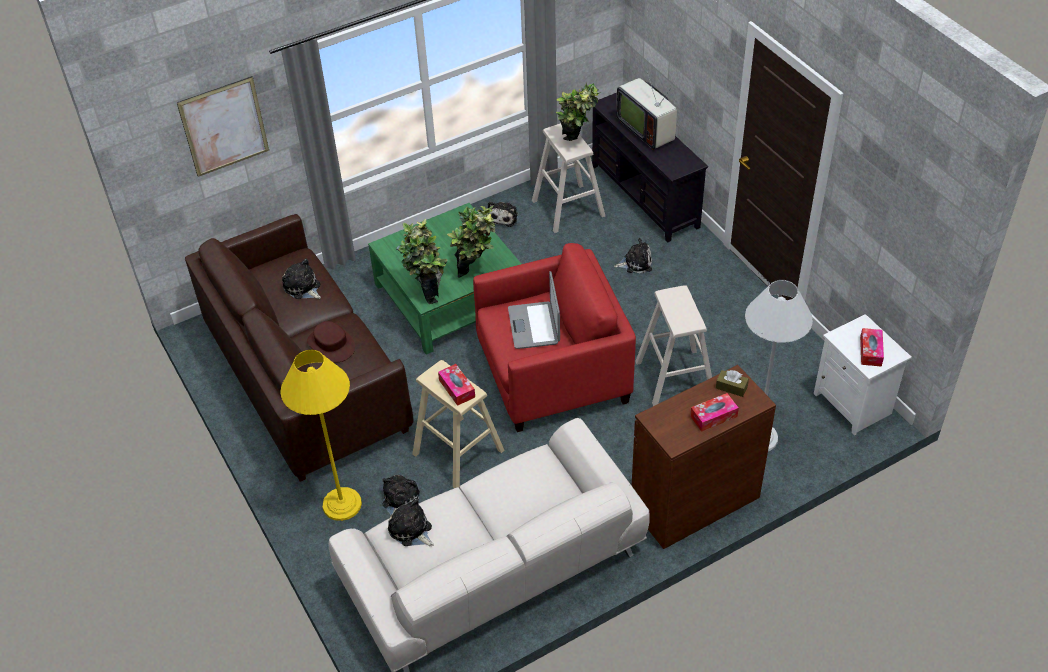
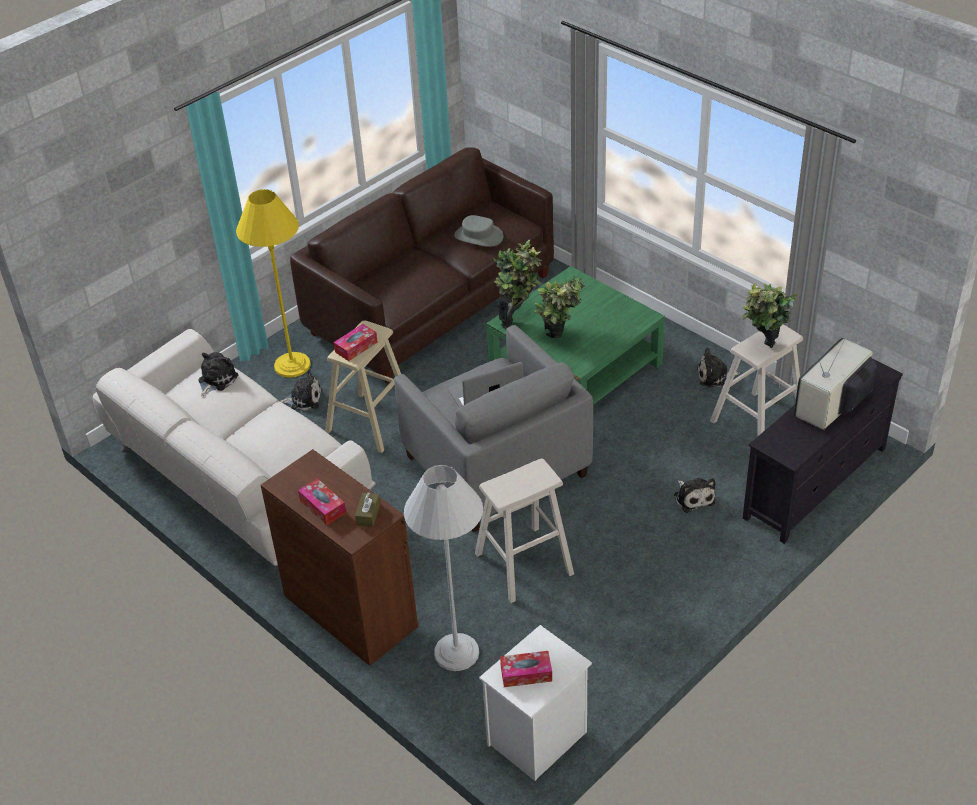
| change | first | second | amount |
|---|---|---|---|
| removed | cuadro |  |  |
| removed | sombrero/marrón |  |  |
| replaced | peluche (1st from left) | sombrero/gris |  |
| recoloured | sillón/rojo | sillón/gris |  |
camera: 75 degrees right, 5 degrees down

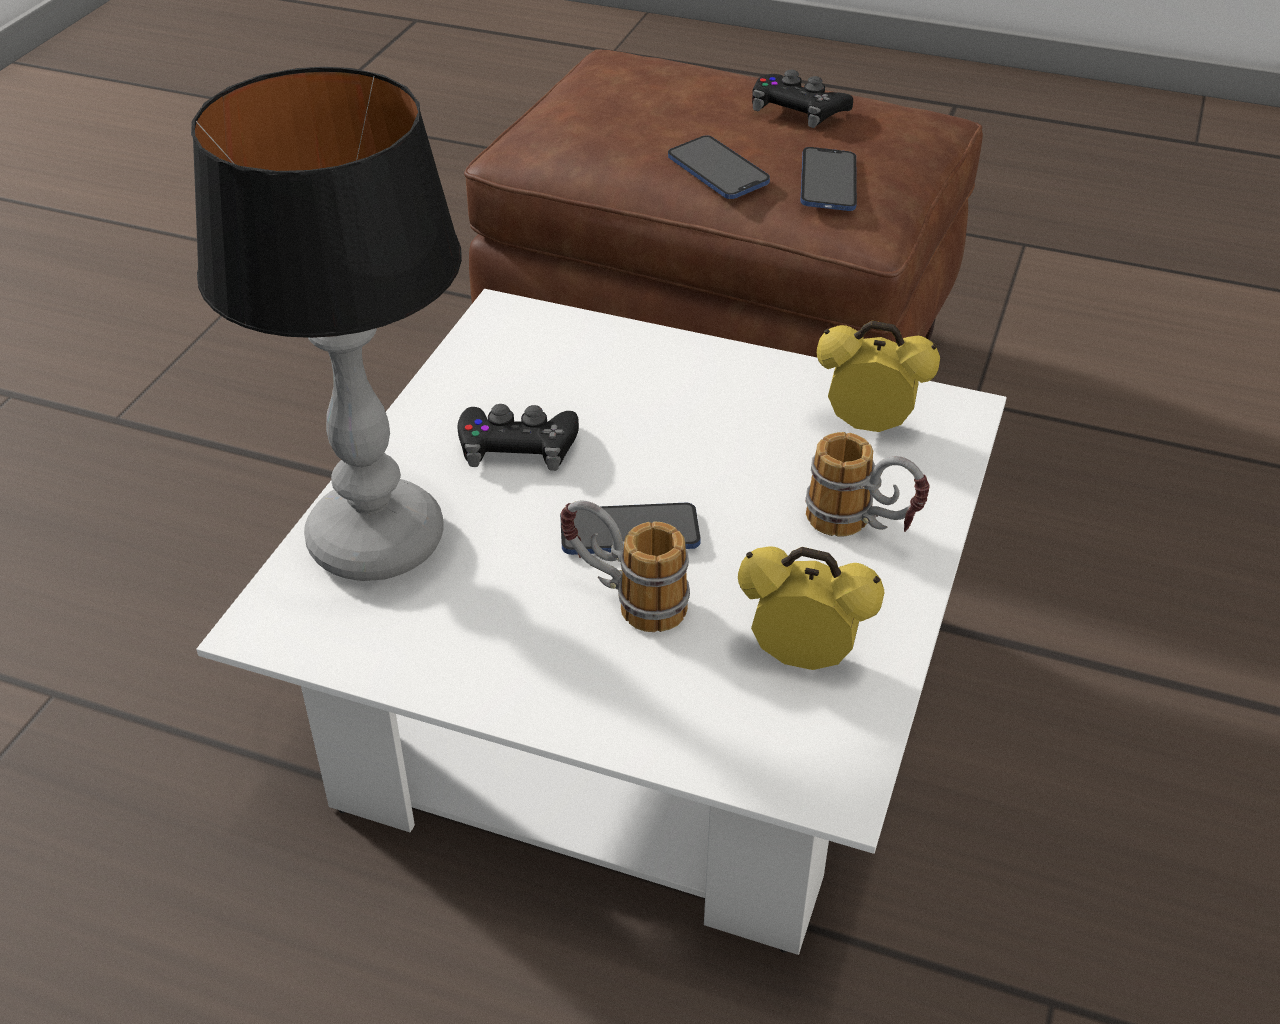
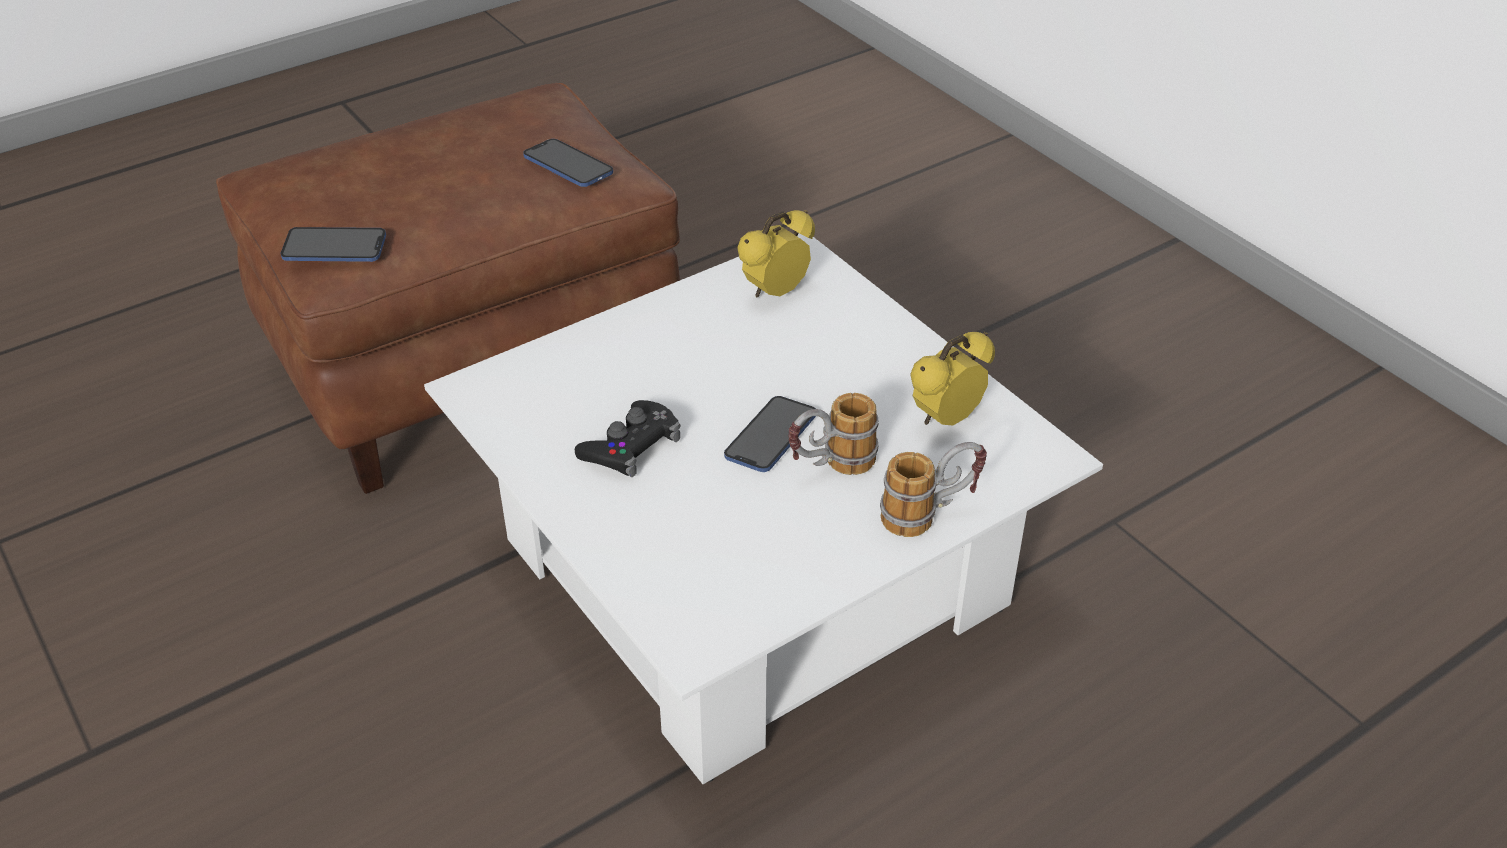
| change | first | second | amount |
|---|---|---|---|
| removed | lámpara de mesa |  |  |
| removed | mando de consola/negro (2nd from left) |  |  |
| moved | móvil (2nd from left in the first image) | móvil (1st from left) |  |
| moved | taza grande (2nd from left) |  |  |
camera: 55 degrees left, 0 degrees up

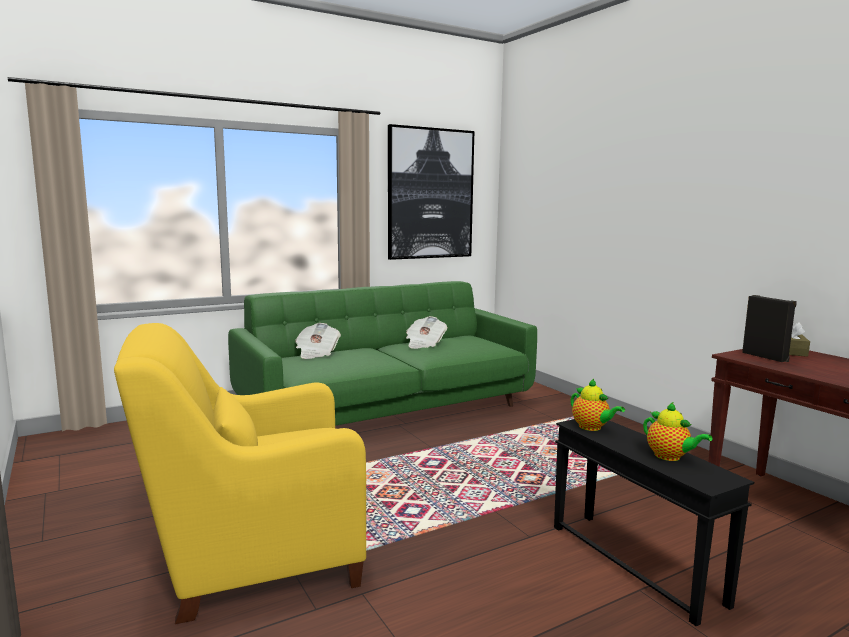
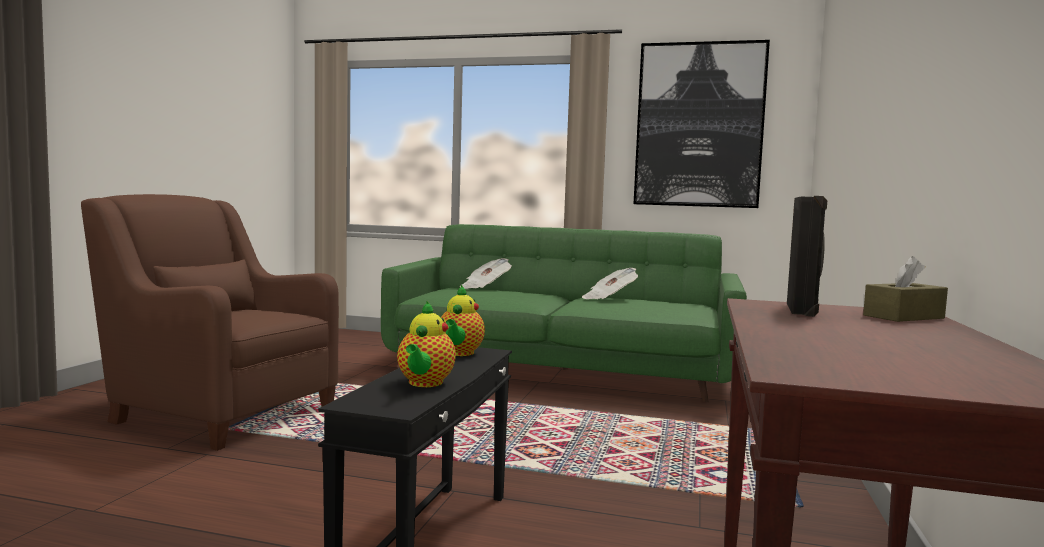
| change | first | second | amount |
|---|---|---|---|
| recoloured | sillón/amarillo | sillón/marrón |  |
camera: 45 degrees right, 5 degrees down

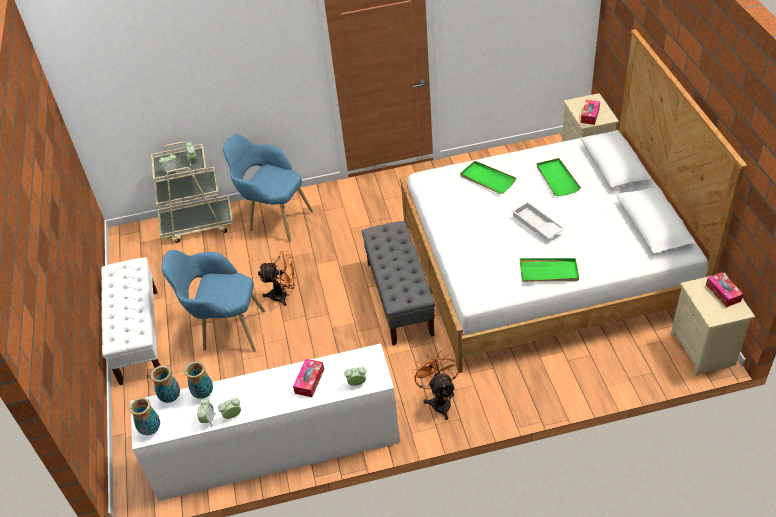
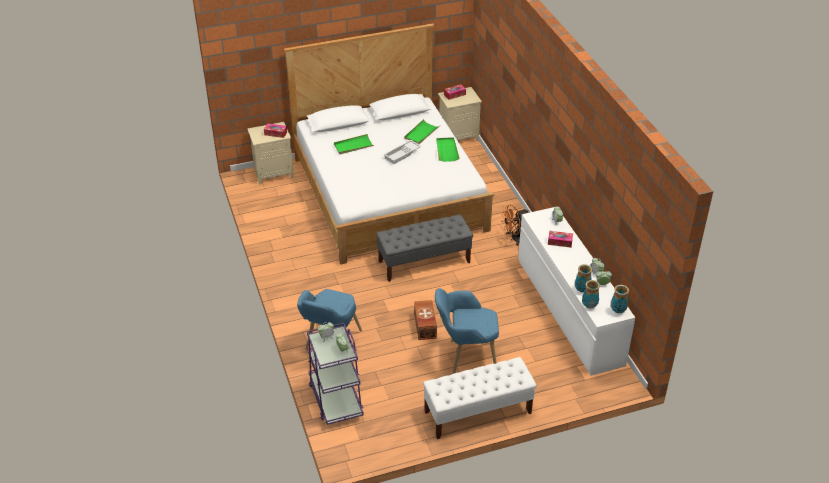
| change | first | second | amount |
|---|---|---|---|
| moved | bandeja/verde (1st from left in the first image) | bandeja/verde (2nd from left) |  |
| replaced | ventilador/naranja (1st from left) | caja de almacenaje/marrón |  |
| recoloured | carrito/beis | carrito/morado |  |
| turned | sillón/azul (1st from left in the first image) | sillón/azul (2nd from left) | 90 degrees clockwise |
camera: 100 degrees left, 5 degrees down

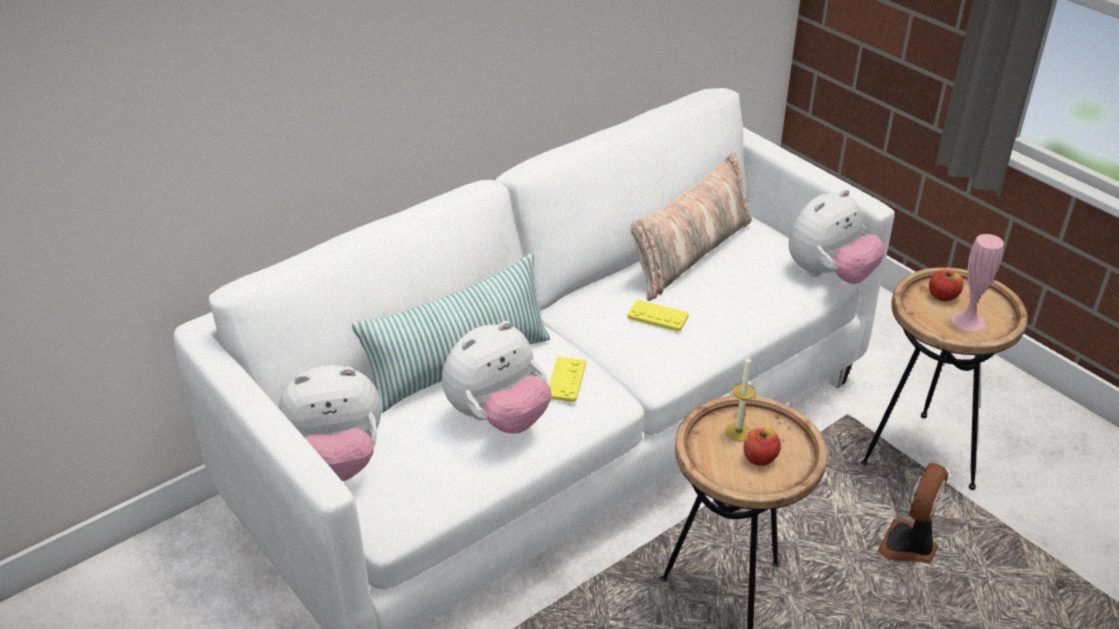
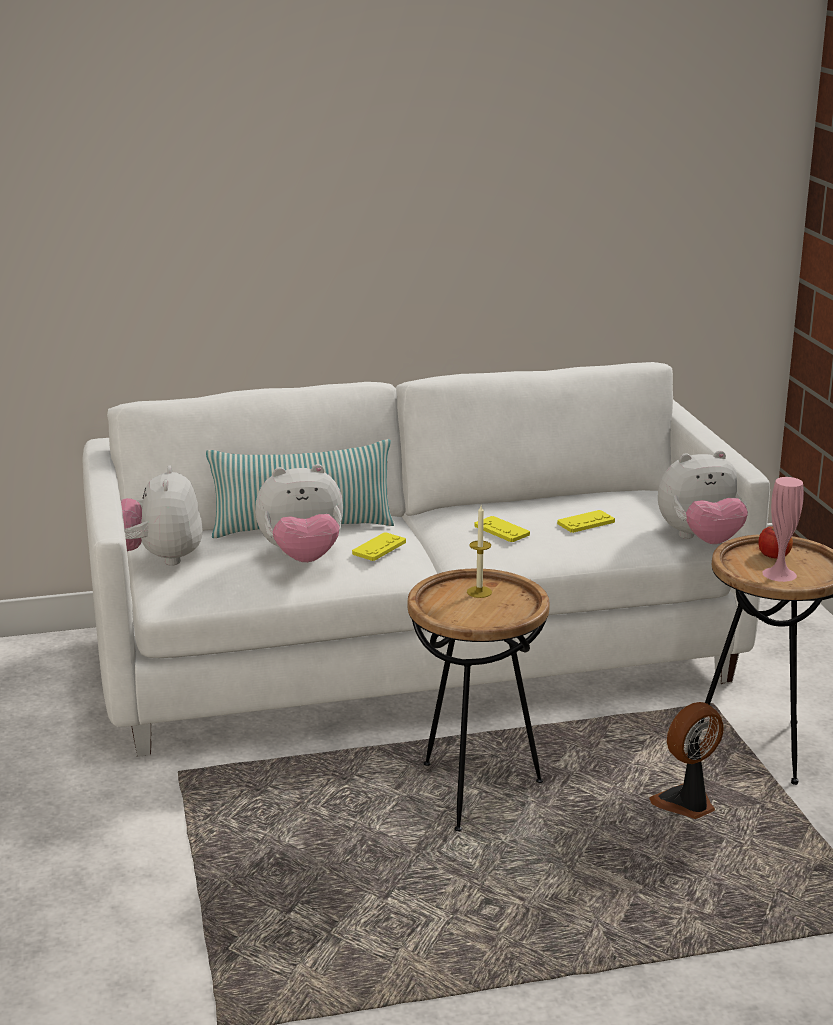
| change | first | second | amount |
|---|---|---|---|
| removed | cojín (2nd from left) |  |  |
| removed | manzana (1st from left) |  |  |
| added |  | mando de consola/amarillo (3rd from left) |  |
| turned | peluche (1st from left) |  | 75 degrees clockwise |
camera: 25 degrees right, 15 degrees down

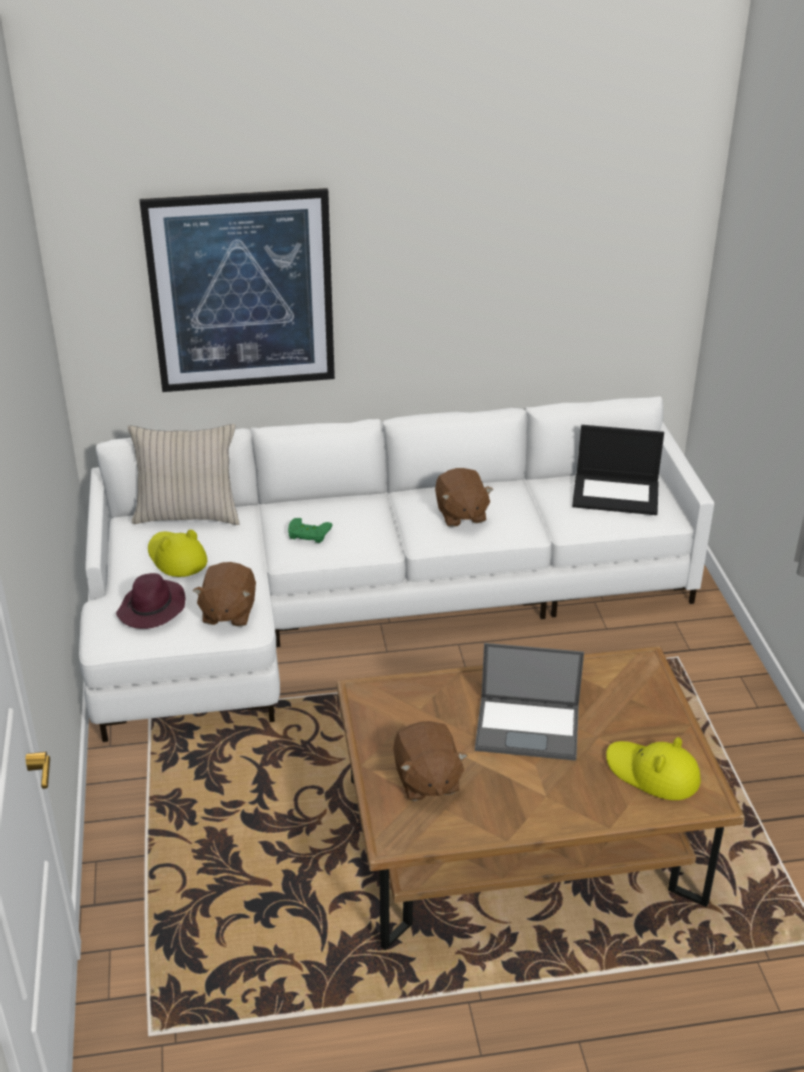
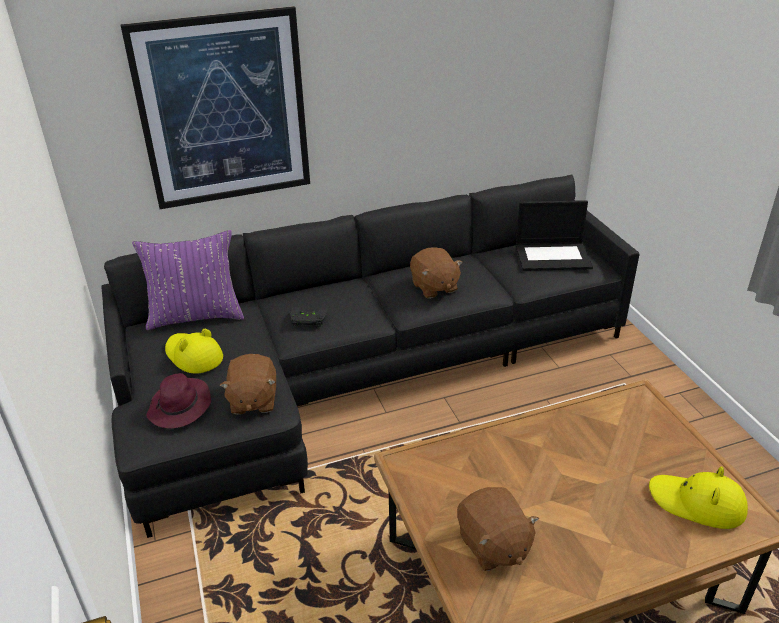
| change | first | second | amount |
|---|---|---|---|
| removed | portátil (1st from left) |  |  |
| recoloured | sofá/blanco | sofá/negro |  |
| recoloured | cojín/beis | cojín/morado |  |
| recoloured | mando de consola/verde | mando de consola/negro |  |
camera: 10 degrees left, 0 degrees up

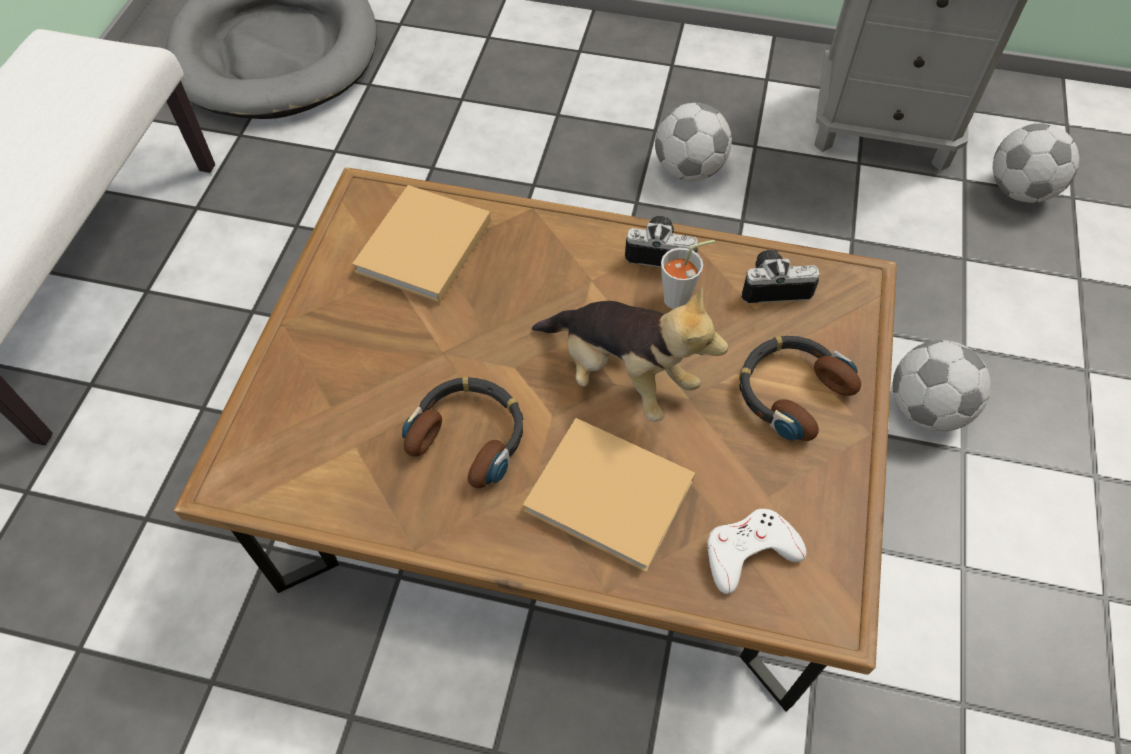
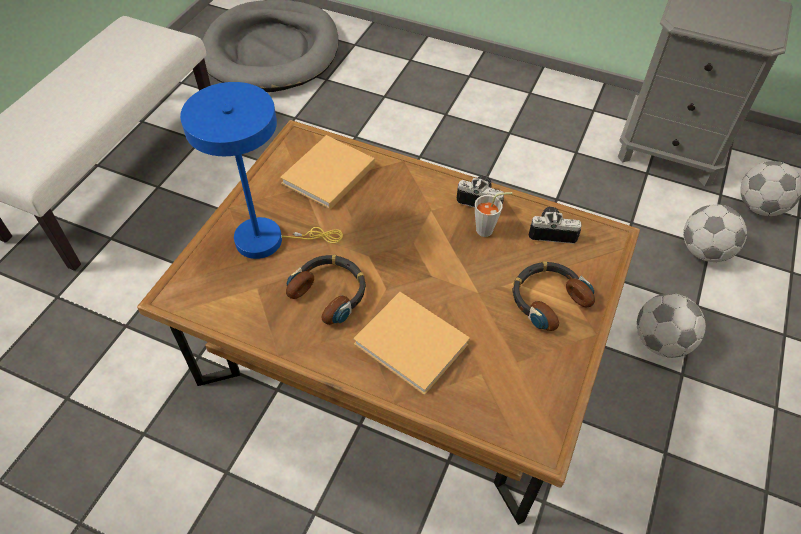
| change | first | second | amount |
|---|---|---|---|
| removed | peluche |  |  |
| removed | mando de consola/blanco |  |  |
| added |  | lámpara de mesa/azul |  |
| moved | balón de fútbol (1st from left in the first image) | balón de fútbol (2nd from left) |  |
camera: 10 degrees right, 5 degrees down

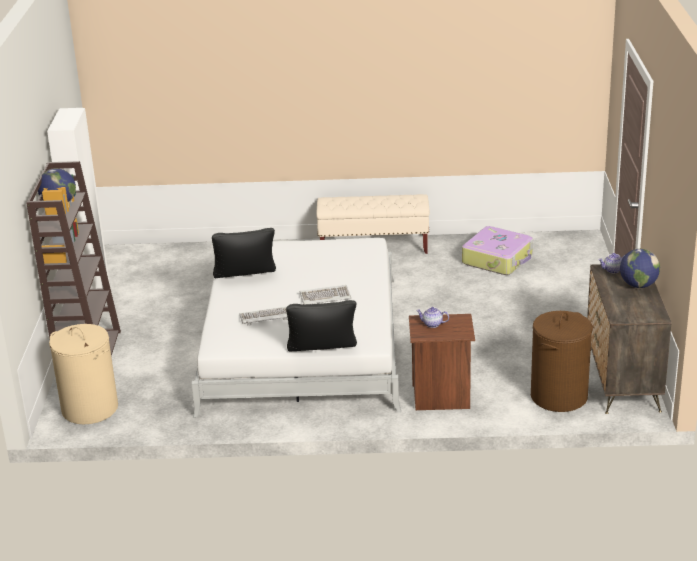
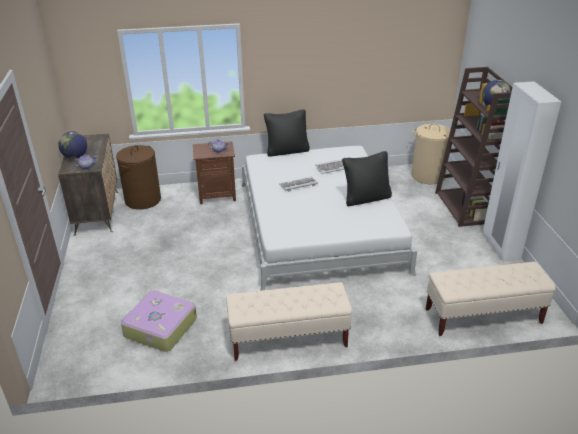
| change | first | second | amount |
|---|---|---|---|
| added |  | banco/beis (2nd from left) |  |
camera: 170 degrees right, 5 degrees up

